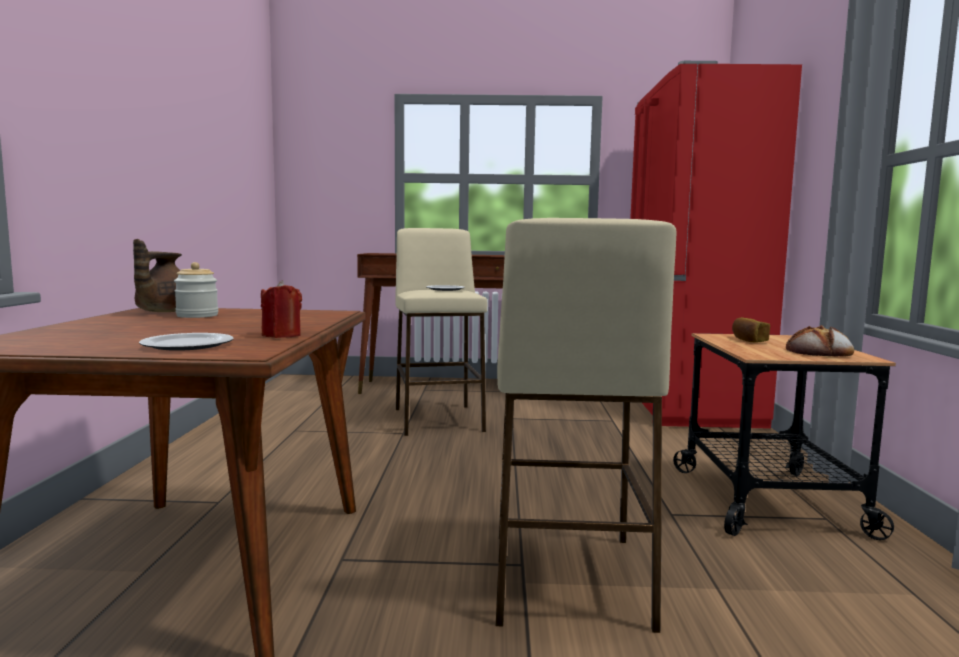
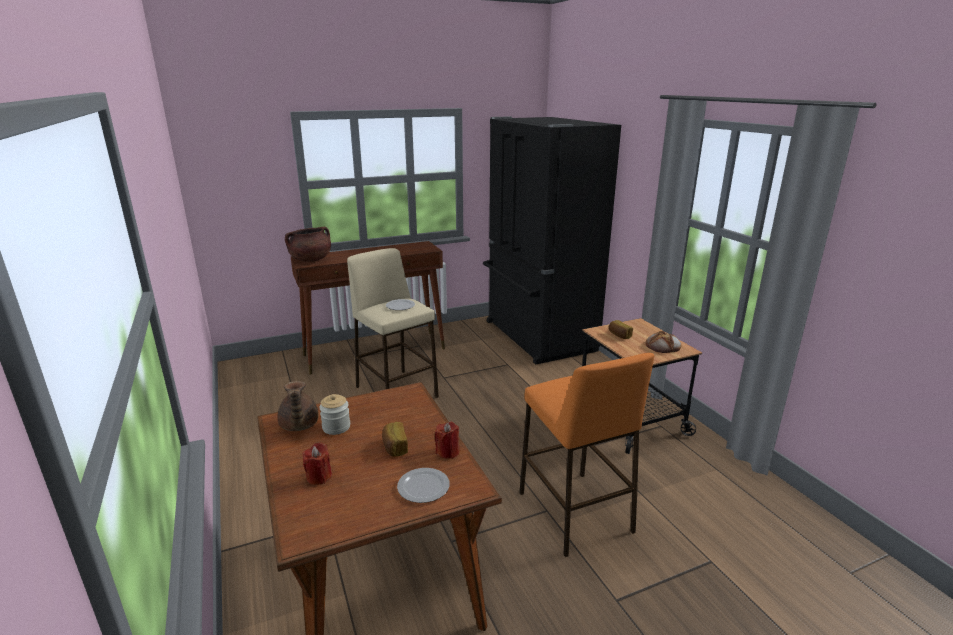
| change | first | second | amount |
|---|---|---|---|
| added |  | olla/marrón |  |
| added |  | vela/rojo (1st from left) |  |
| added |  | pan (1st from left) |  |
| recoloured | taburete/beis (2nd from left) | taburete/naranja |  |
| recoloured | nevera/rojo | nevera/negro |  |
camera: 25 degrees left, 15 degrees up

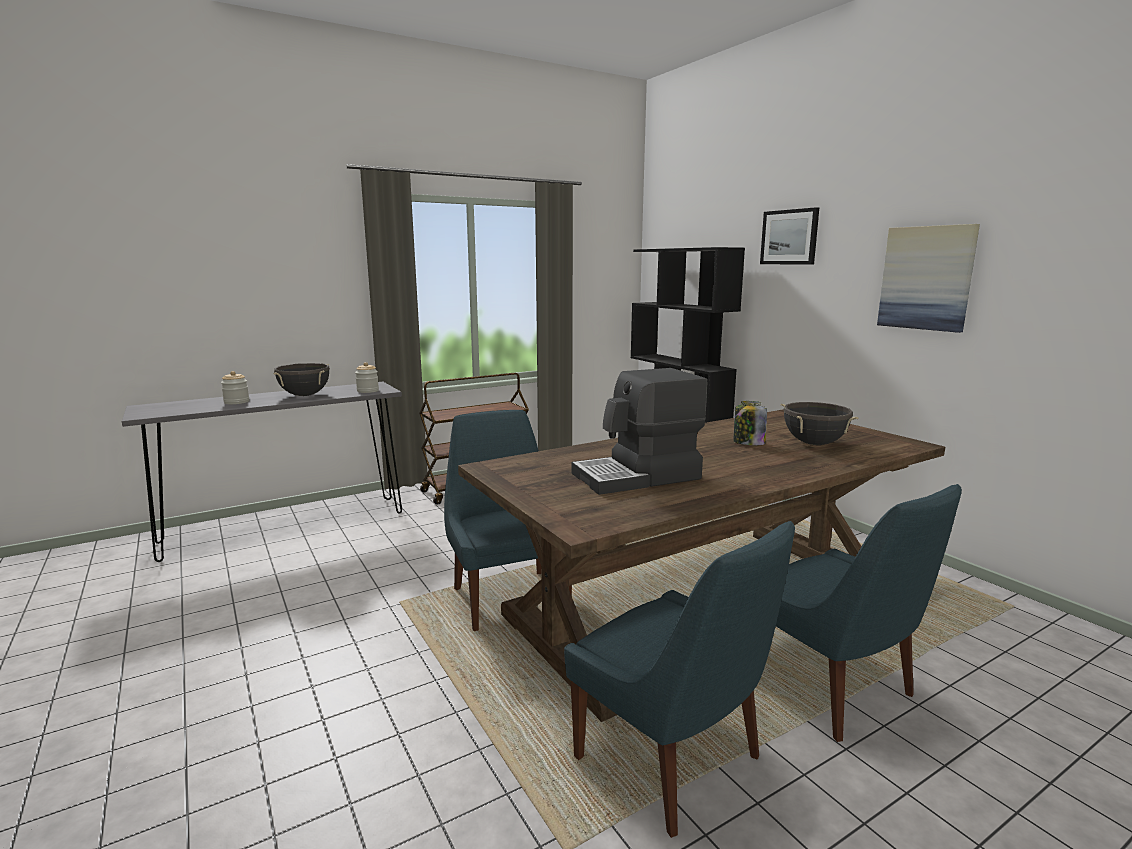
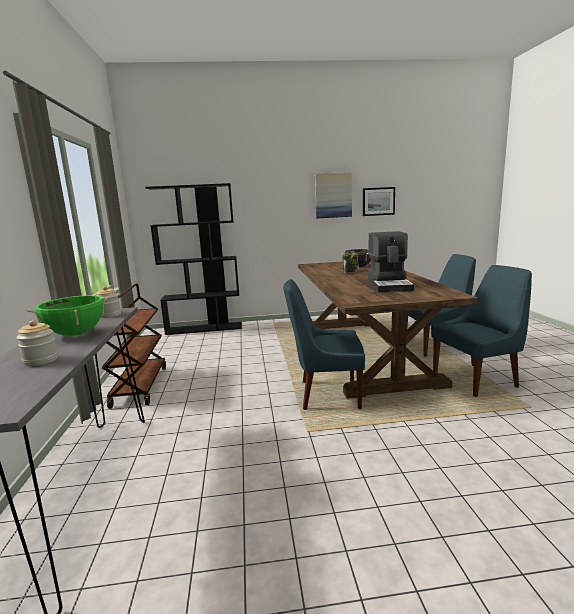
| change | first | second | amount |
|---|---|---|---|
| moved | cuadro (1st from left in the first image) | cuadro (2nd from left) |  |
| recoloured | olla/negro (1st from left) | olla/verde |  |
camera: 65 degrees left, 0 degrees up

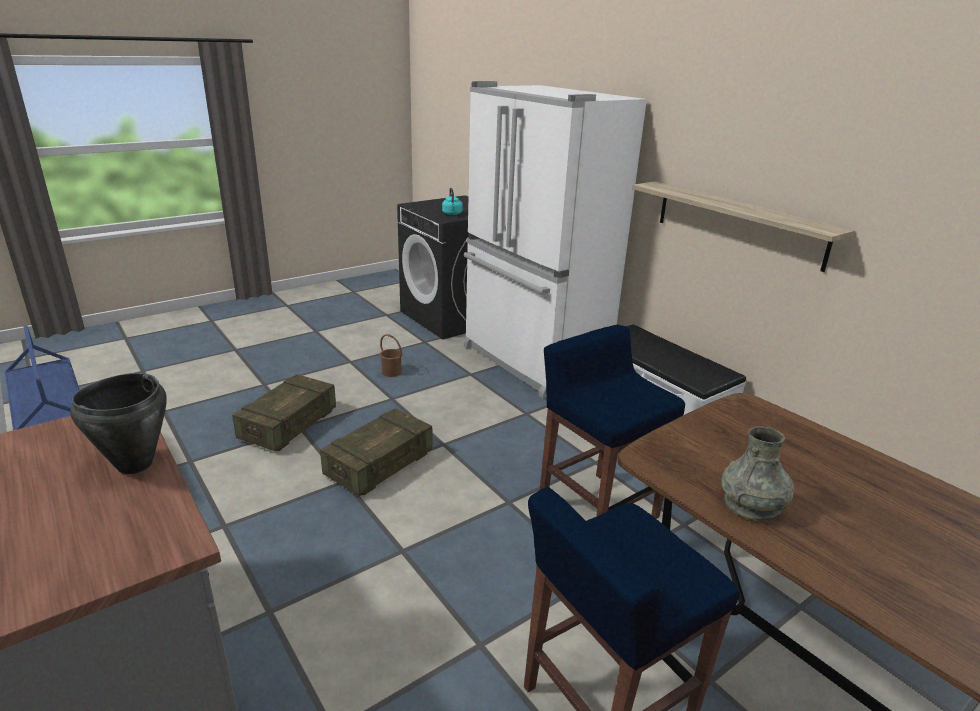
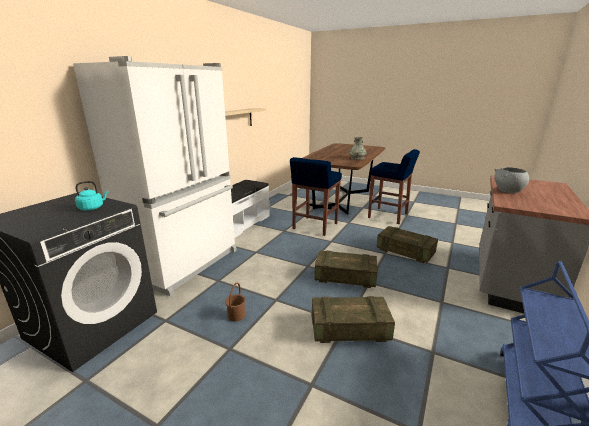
| change | first | second | amount |
|---|---|---|---|
| added |  | caja de embalaje (3rd from left) |  |
| replaced | olla/negro | cuenco/gris |  |
camera: 115 degrees left, 5 degrees down

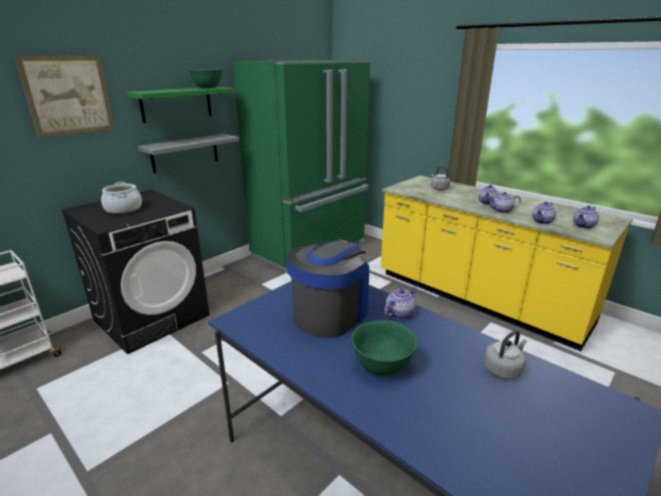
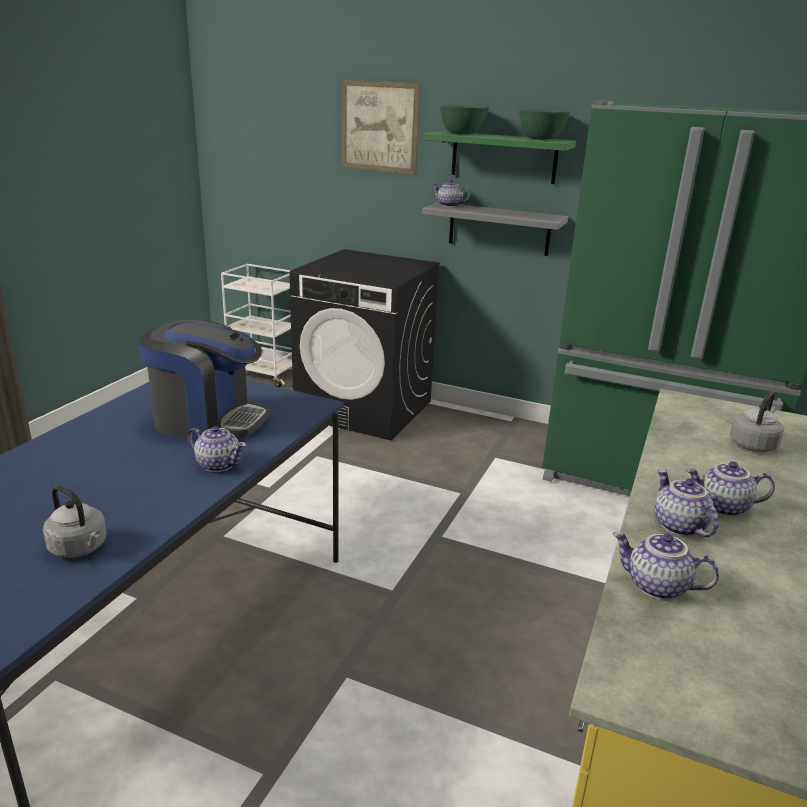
| change | first | second | amount |
|---|---|---|---|
| removed | olla |  |  |
| moved | cuenco/verde (2nd from left in the first image) | cuenco/verde (1st from left) |  |
| moved | tetera (5th from left in the first image) | tetera (2nd from left) |  |
camera: 70 degrees right, 0 degrees up

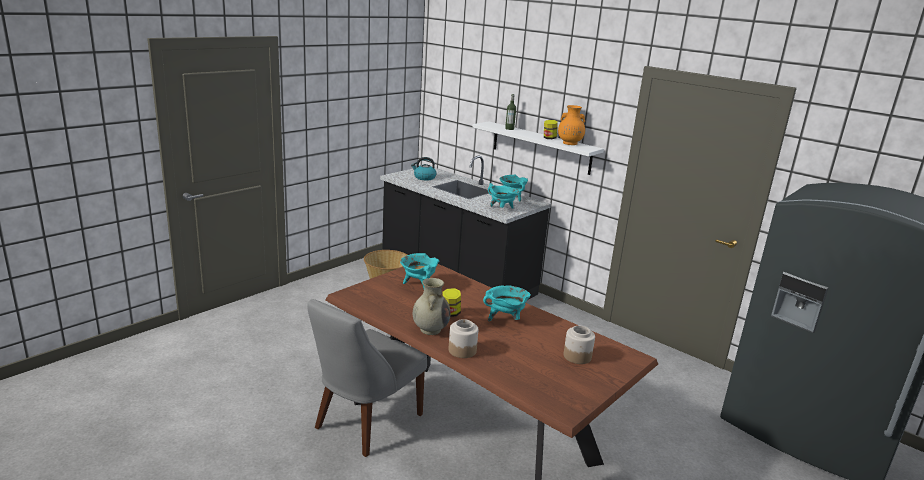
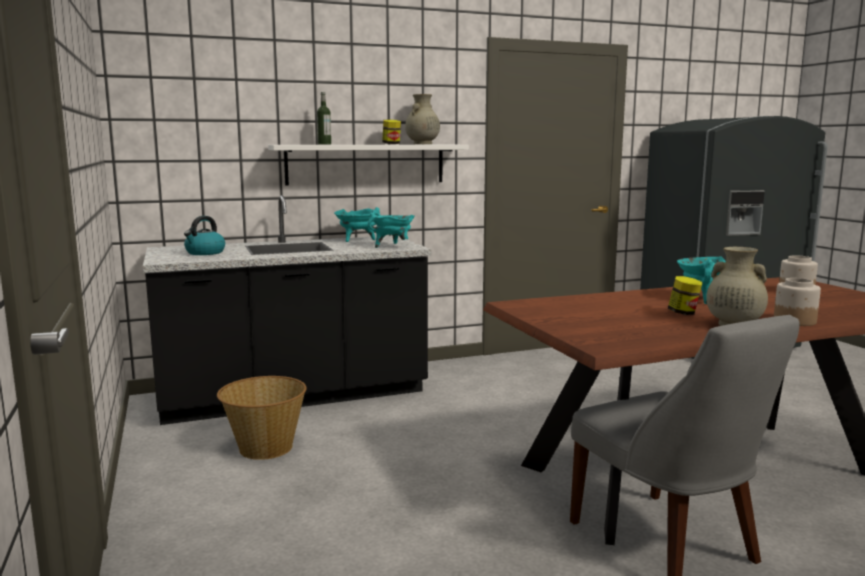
| change | first | second | amount |
|---|---|---|---|
| removed | olla/turquesa (1st from left) |  |  |
| recoloured | florero/naranja | florero/beis (1st from left) |  |
camera: 60 degrees left, 10 degrees down

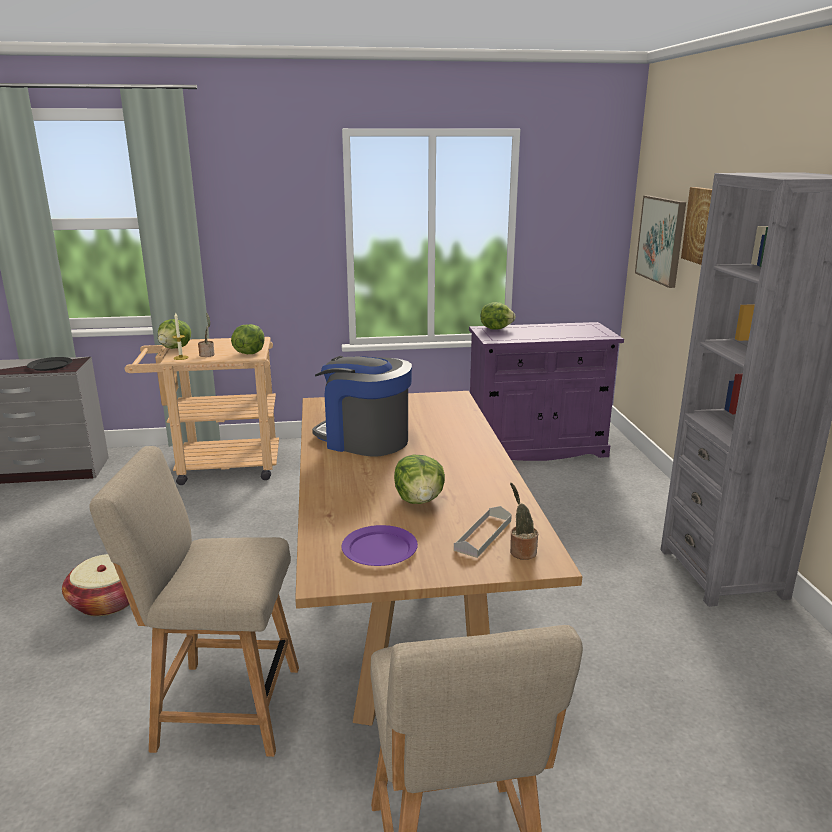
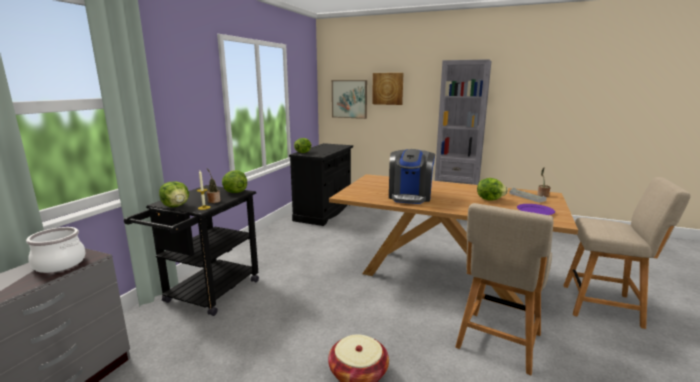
| change | first | second | amount |
|---|---|---|---|
| replaced | plato/negro | olla |  |
| recoloured | carrito/beis | carrito/negro |  |
| recoloured | armario/morado | armario/negro |  |
| turned | cafetera |  | 45 degrees counterclockwise |
camera: 60 degrees left, 5 degrees down

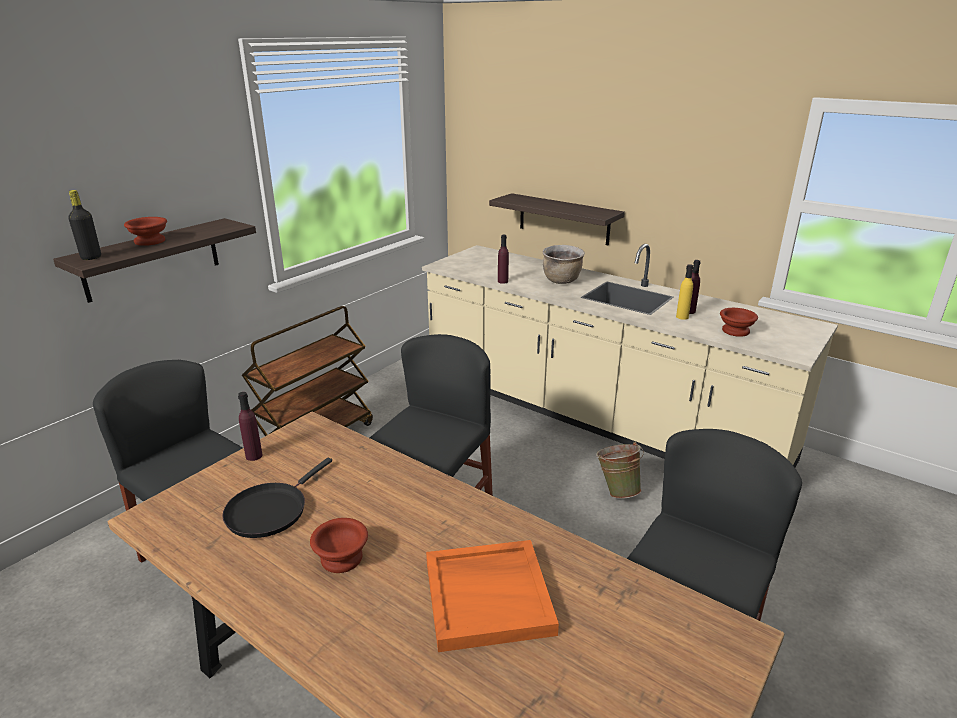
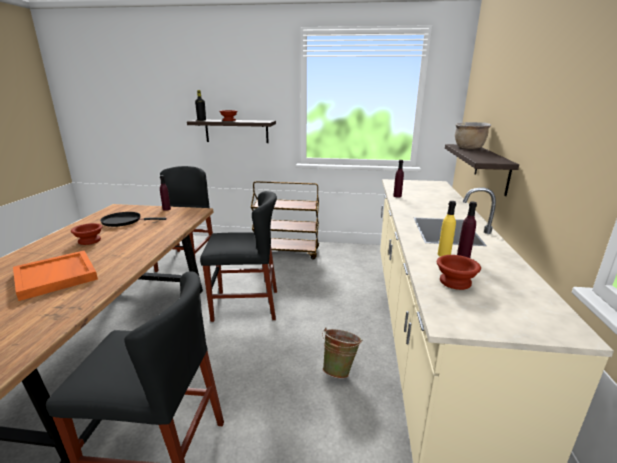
| change | first | second | amount |
|---|---|---|---|
| moved | olla/marrón |  |  |
camera: 60 degrees right, 5 degrees down

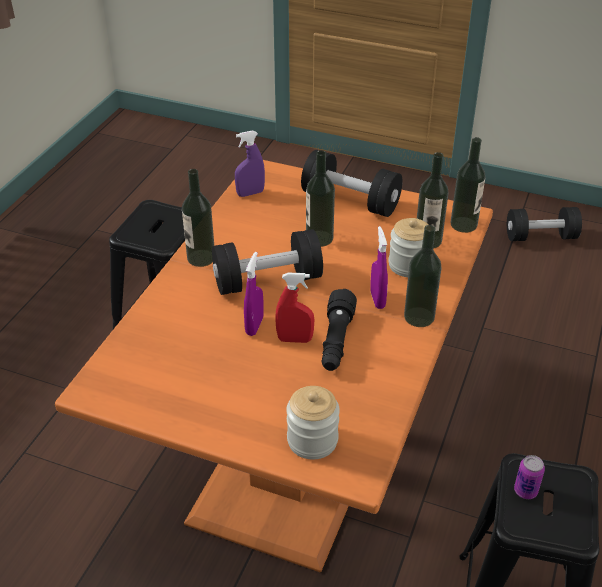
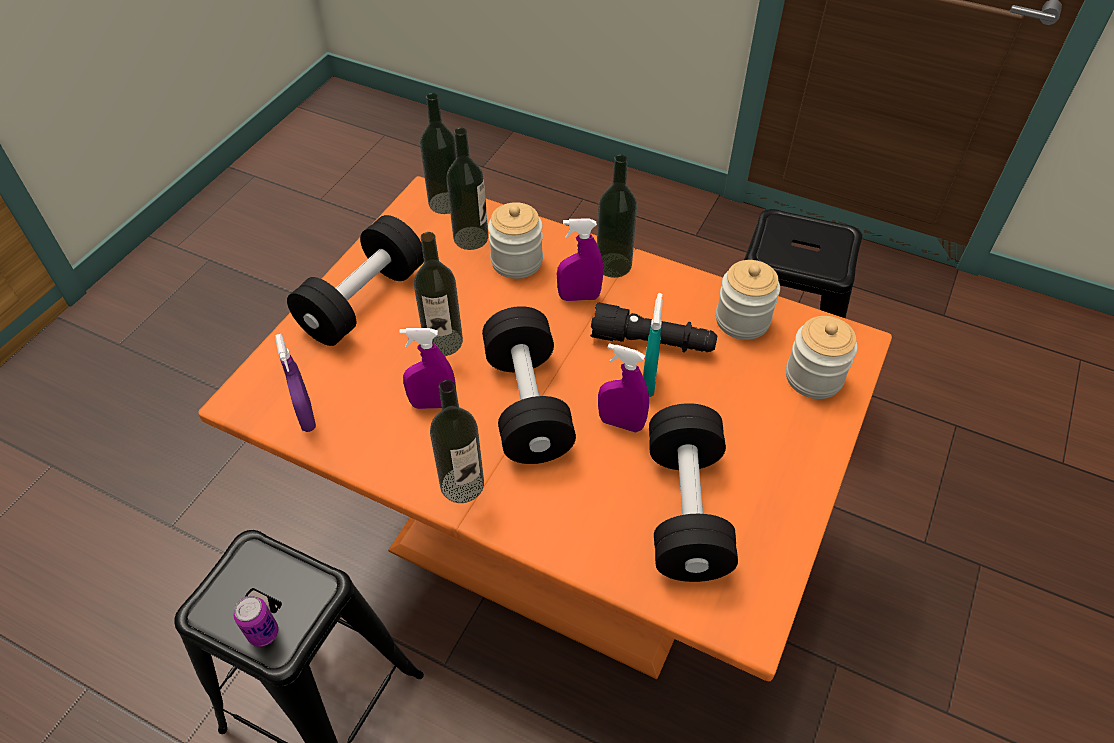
| change | first | second | amount |
|---|---|---|---|
| added |  | pulverizador/morado (2nd from left) |  |
| added |  | tarro (2nd from left) |  |
| moved | mancuerna/negro (3rd from left) |  |  |
| moved | lata |  |  |
| recoloured | pulverizador/rojo | pulverizador/turquesa |  |
camera: 85 degrees left, 10 degrees up

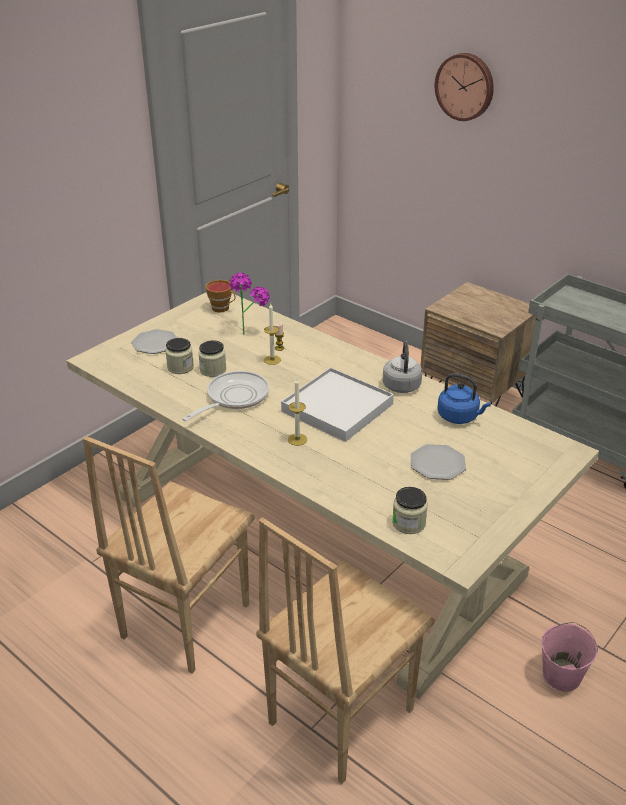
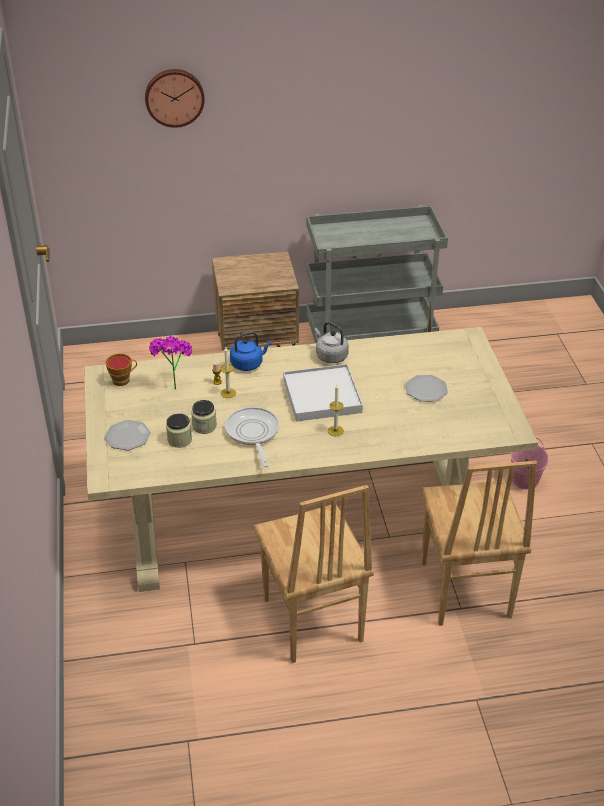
| change | first | second | amount |
|---|---|---|---|
| removed | tarro (3rd from left) |  |  |
| moved | hervidor/azul |  |  |
camera: 50 degrees left, 5 degrees up

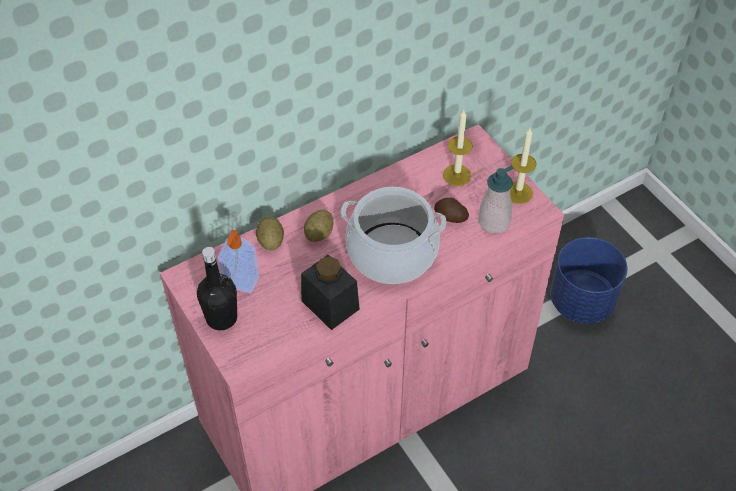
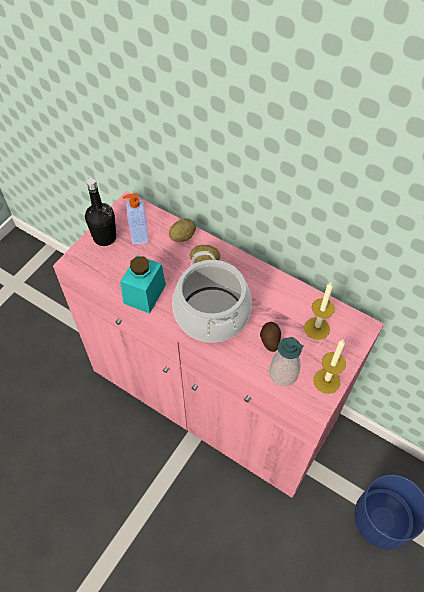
| change | first | second | amount |
|---|---|---|---|
| recoloured | tarro/negro | tarro/turquesa |  |
camera: 65 degrees right, 5 degrees up

